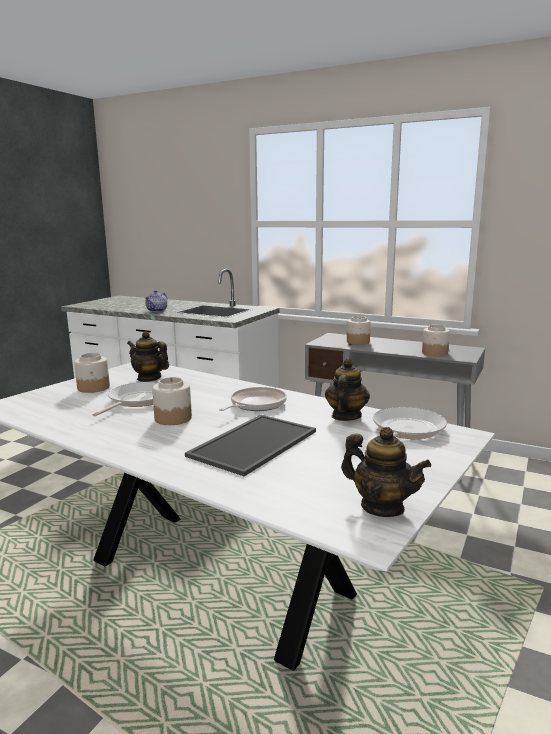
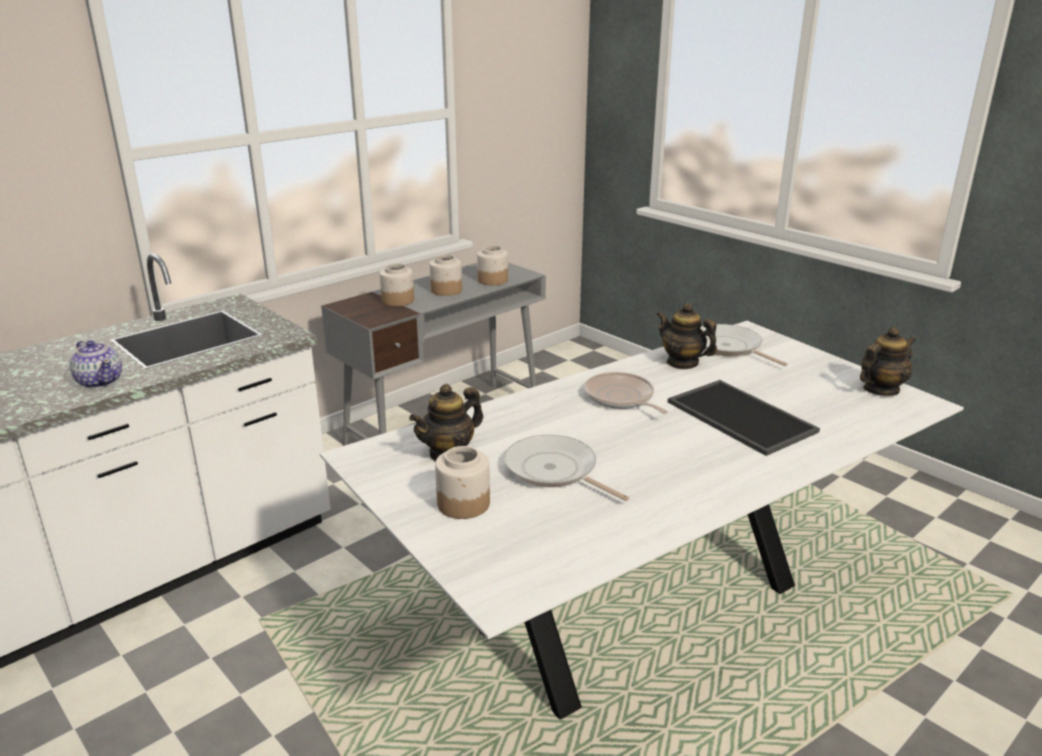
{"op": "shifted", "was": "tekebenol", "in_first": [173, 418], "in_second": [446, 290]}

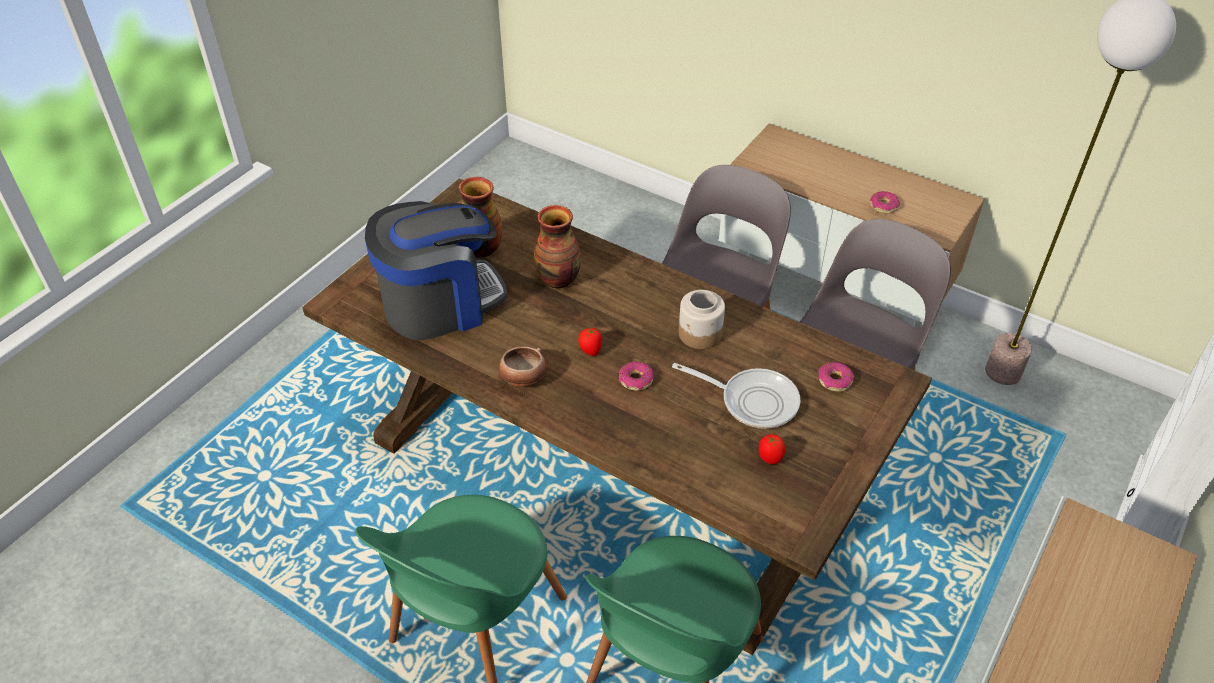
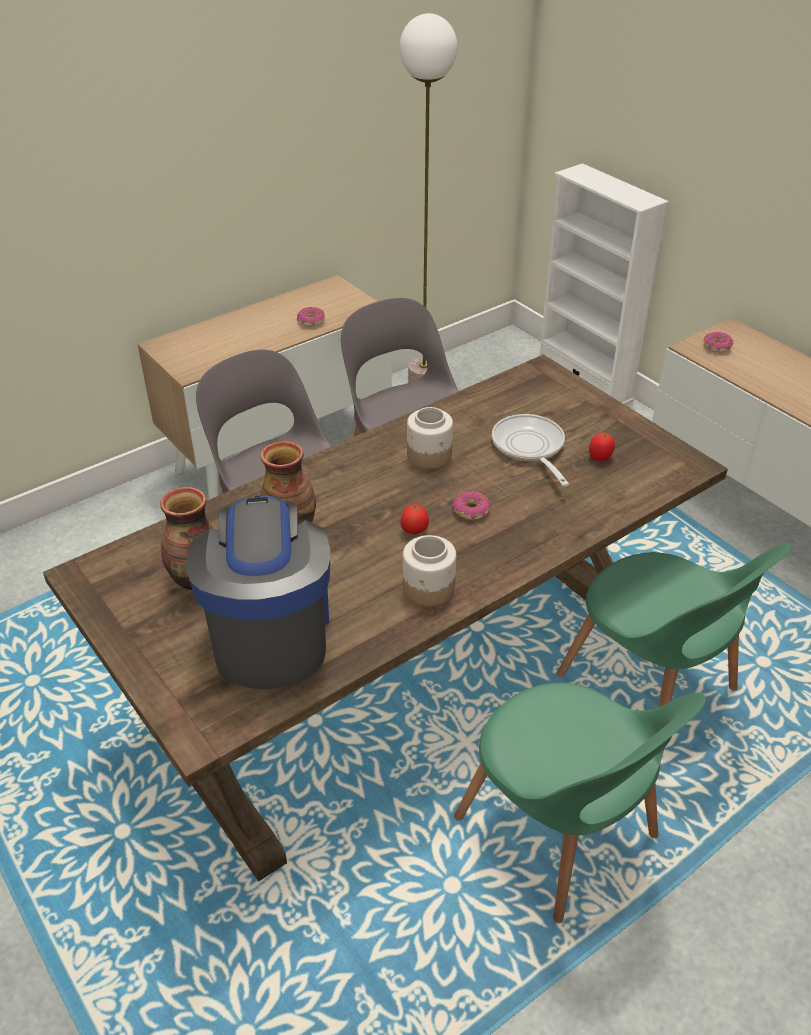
{"op": "swapped", "was": "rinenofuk", "now": "tekebenol", "in_first": [523, 378], "in_second": [429, 589]}
{"op": "rotated", "was": "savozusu", "in_first": [753, 401], "in_second": [529, 448], "clockwise": -60}
{"op": "shifted", "was": "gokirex", "in_first": [834, 381], "in_second": [717, 347]}

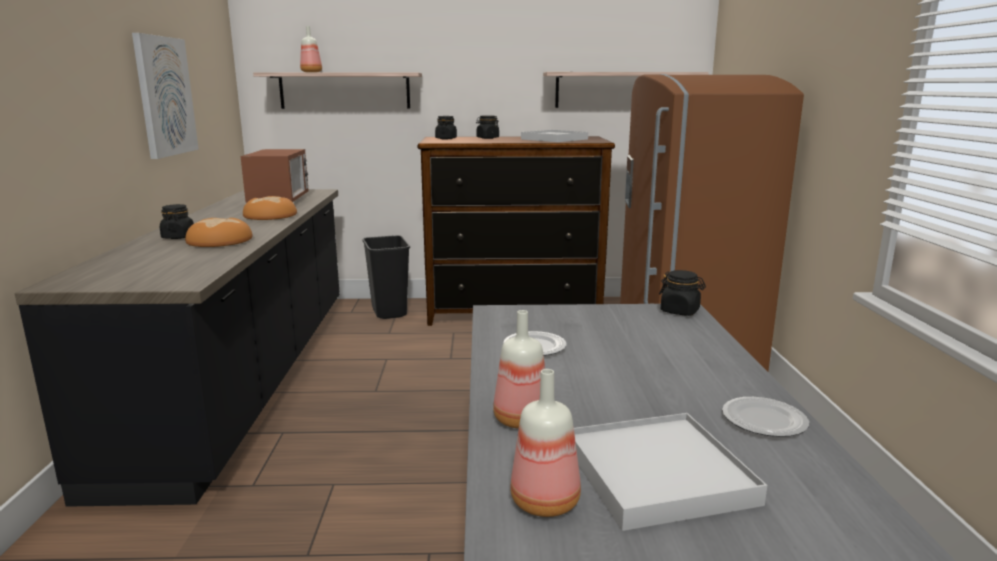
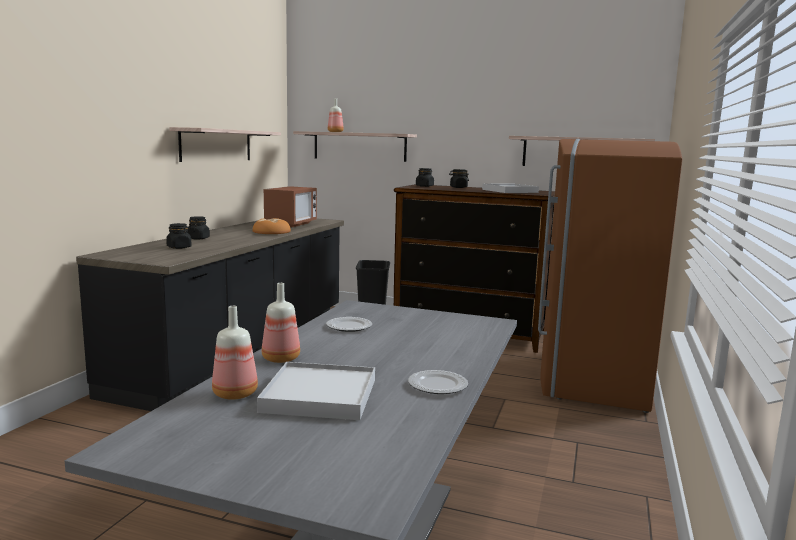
{"op": "swapped", "was": "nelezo", "now": "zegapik", "in_first": [164, 96], "in_second": [216, 145]}
{"op": "gone", "was": "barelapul", "in_first": [220, 240]}
{"op": "shifted", "was": "black tekebenol", "in_first": [680, 311], "in_second": [179, 247]}

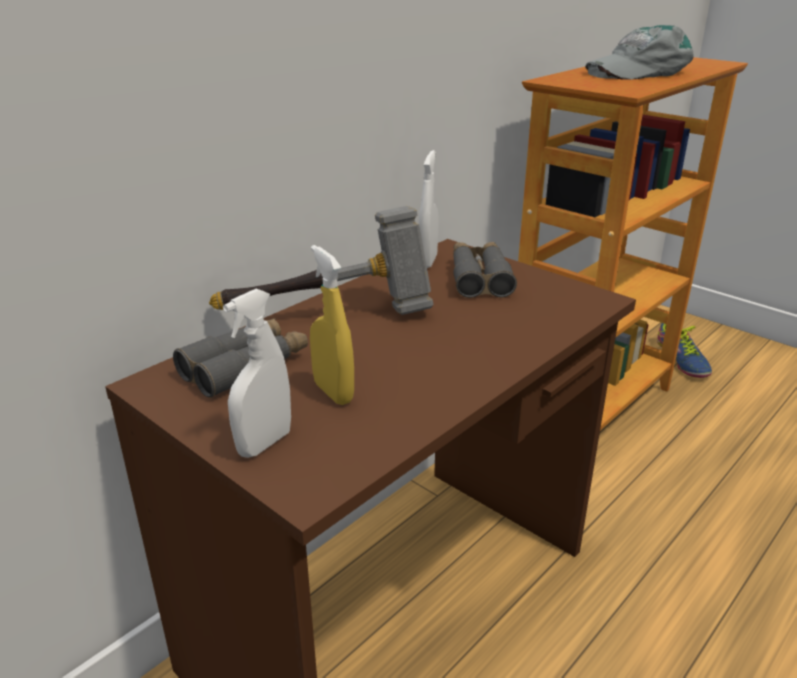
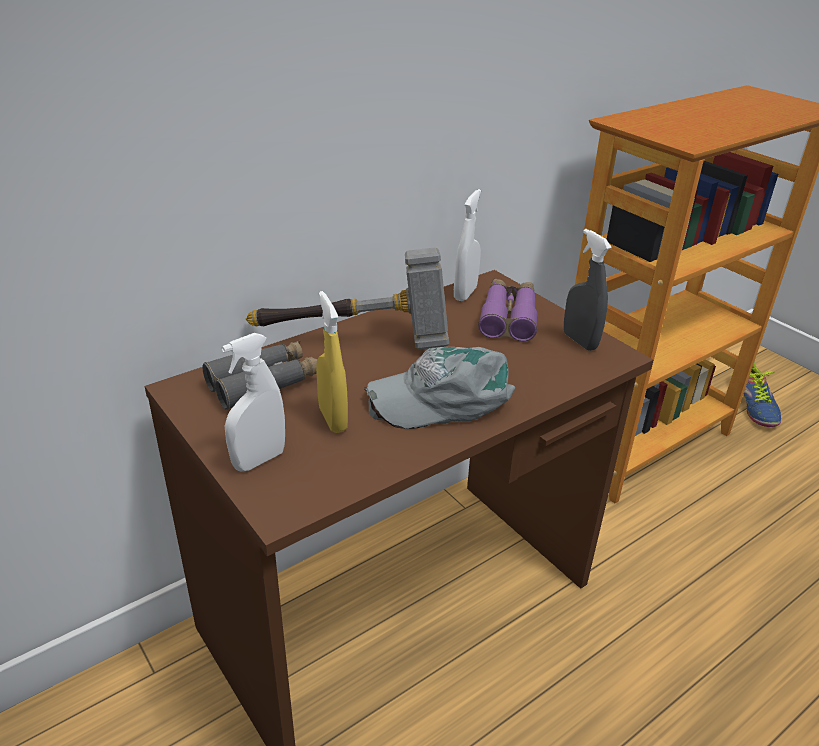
{"op": "repainted", "was": "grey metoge", "now": "purple metoge", "in_first": [479, 278], "in_second": [508, 317]}
{"op": "shifted", "was": "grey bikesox", "in_first": [638, 71], "in_second": [442, 396]}
{"op": "new", "now": "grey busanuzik", "in_second": [579, 341]}

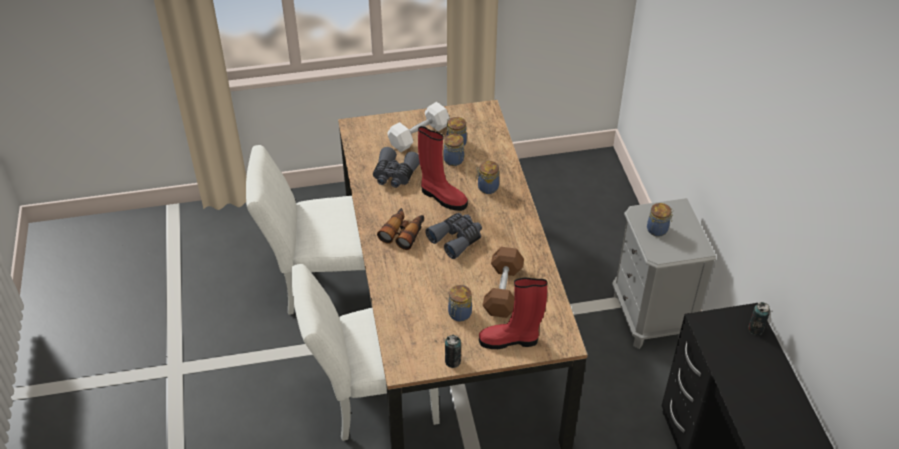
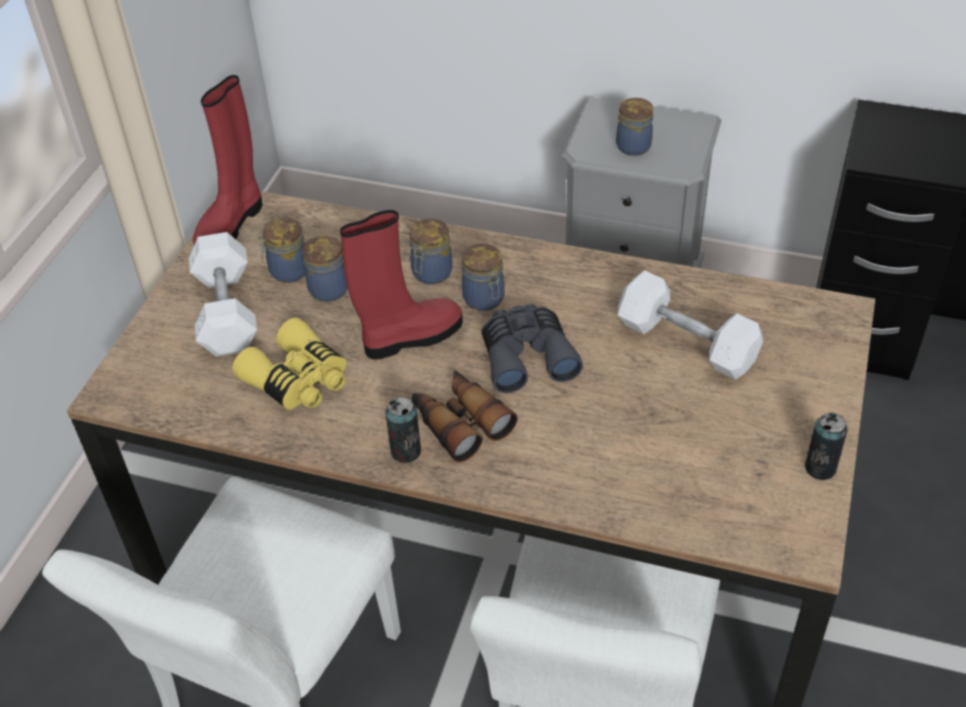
{"op": "repainted", "was": "grey metoge", "now": "yellow metoge", "in_first": [395, 174], "in_second": [298, 380]}
{"op": "shifted", "was": "tekebenol", "in_first": [459, 314], "in_second": [484, 300]}
{"op": "shifted", "was": "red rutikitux", "in_first": [510, 340], "in_second": [232, 224]}
{"op": "repainted", "was": "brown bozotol", "now": "white bozotol", "in_first": [503, 290], "in_second": [686, 343]}
{"op": "shifted", "was": "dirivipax", "in_first": [755, 329], "in_second": [405, 451]}

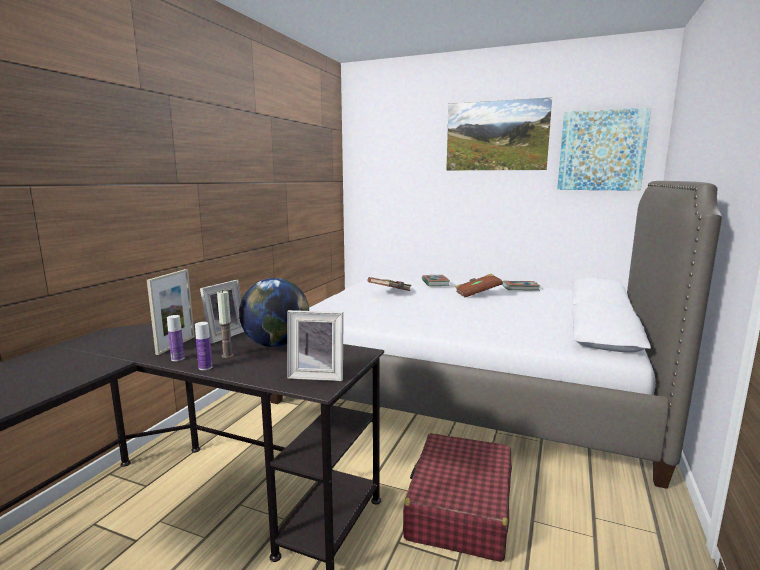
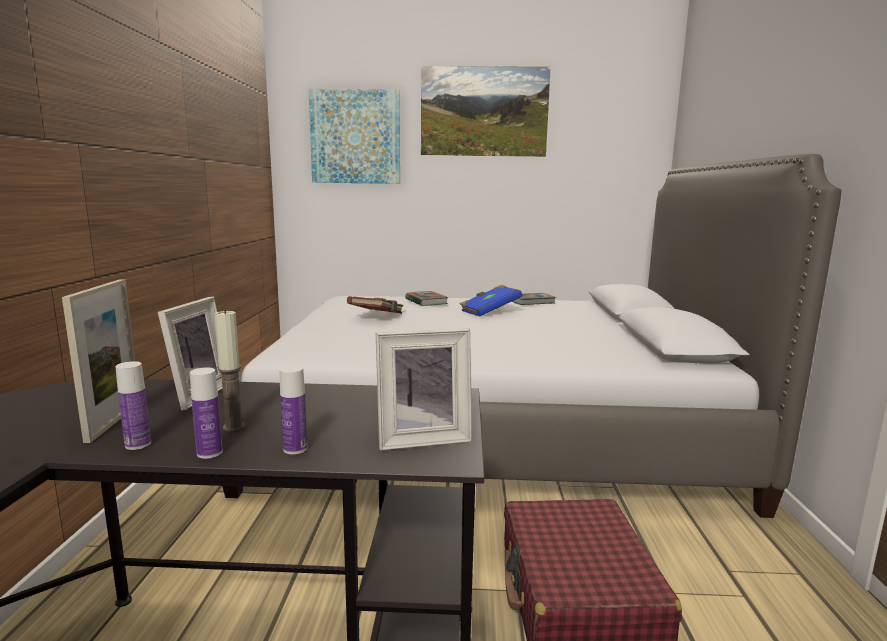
{"op": "gone", "was": "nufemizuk", "in_first": [276, 345]}
{"op": "repainted", "was": "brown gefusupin", "now": "blue gefusupin", "in_first": [477, 294], "in_second": [489, 311]}
{"op": "shifted", "was": "nelezo", "in_first": [601, 151], "in_second": [355, 137]}
{"op": "new", "now": "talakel", "in_second": [295, 449]}

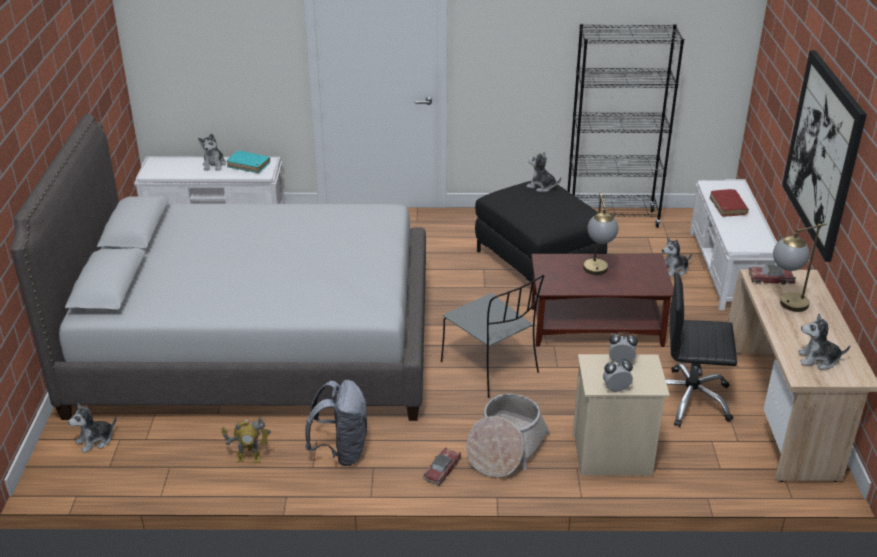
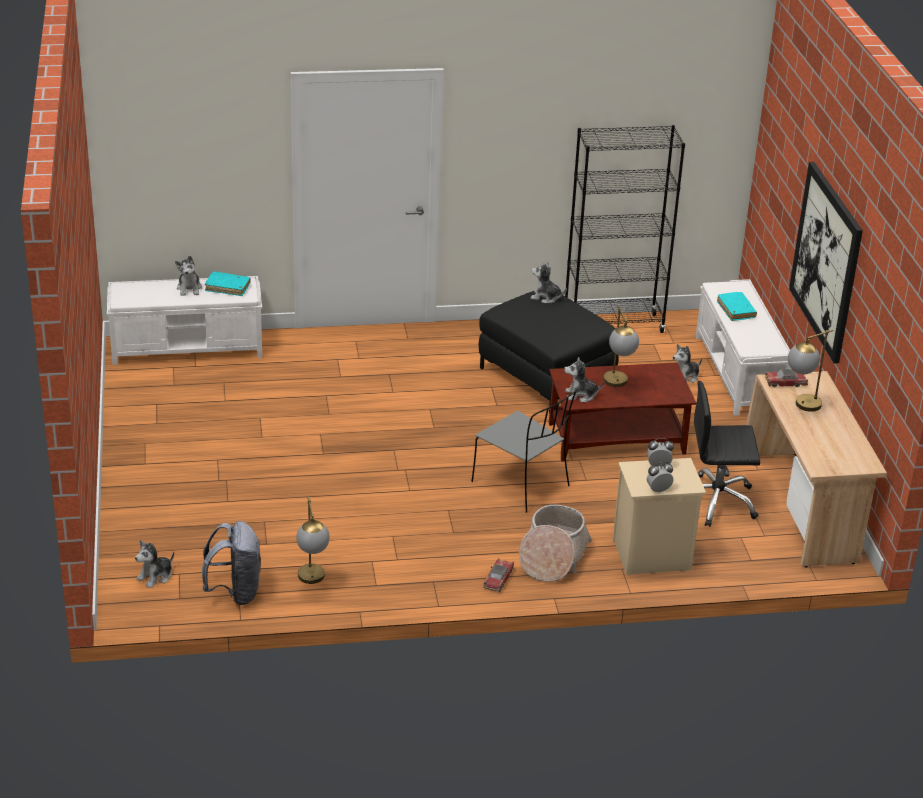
{"op": "gone", "was": "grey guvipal", "in_first": [255, 344]}
{"op": "swapped", "was": "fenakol", "now": "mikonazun", "in_first": [249, 458], "in_second": [312, 582]}
{"op": "shifted", "was": "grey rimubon", "in_first": [341, 452], "in_second": [235, 592]}
{"op": "repainted", "was": "red gefusupin", "now": "turquoise gefusupin", "in_first": [728, 207], "in_second": [736, 310]}
{"op": "shifted", "was": "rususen", "in_first": [818, 360], "in_second": [581, 395]}

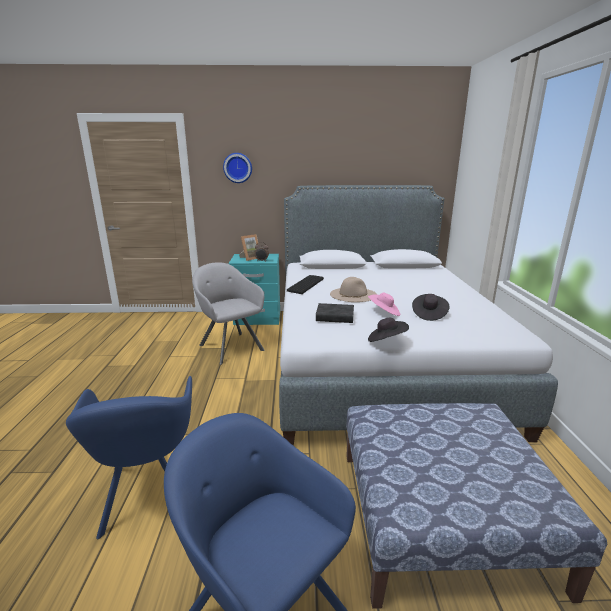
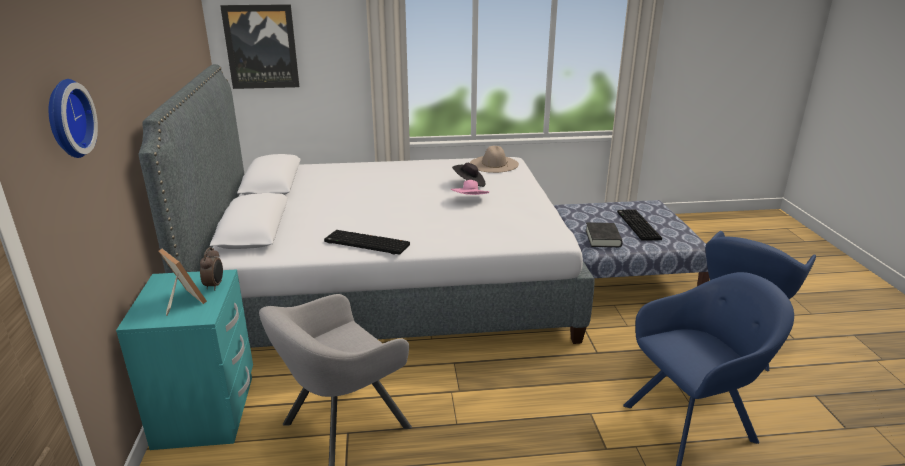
{"op": "shifted", "was": "black gefusupin", "in_first": [335, 317], "in_second": [603, 238]}
{"op": "shifted", "was": "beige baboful", "in_first": [353, 294], "in_second": [494, 164]}
{"op": "gone", "was": "black baboful", "in_first": [386, 341]}
{"op": "new", "now": "nelezo", "in_second": [261, 47]}
{"op": "new", "now": "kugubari", "in_second": [637, 225]}

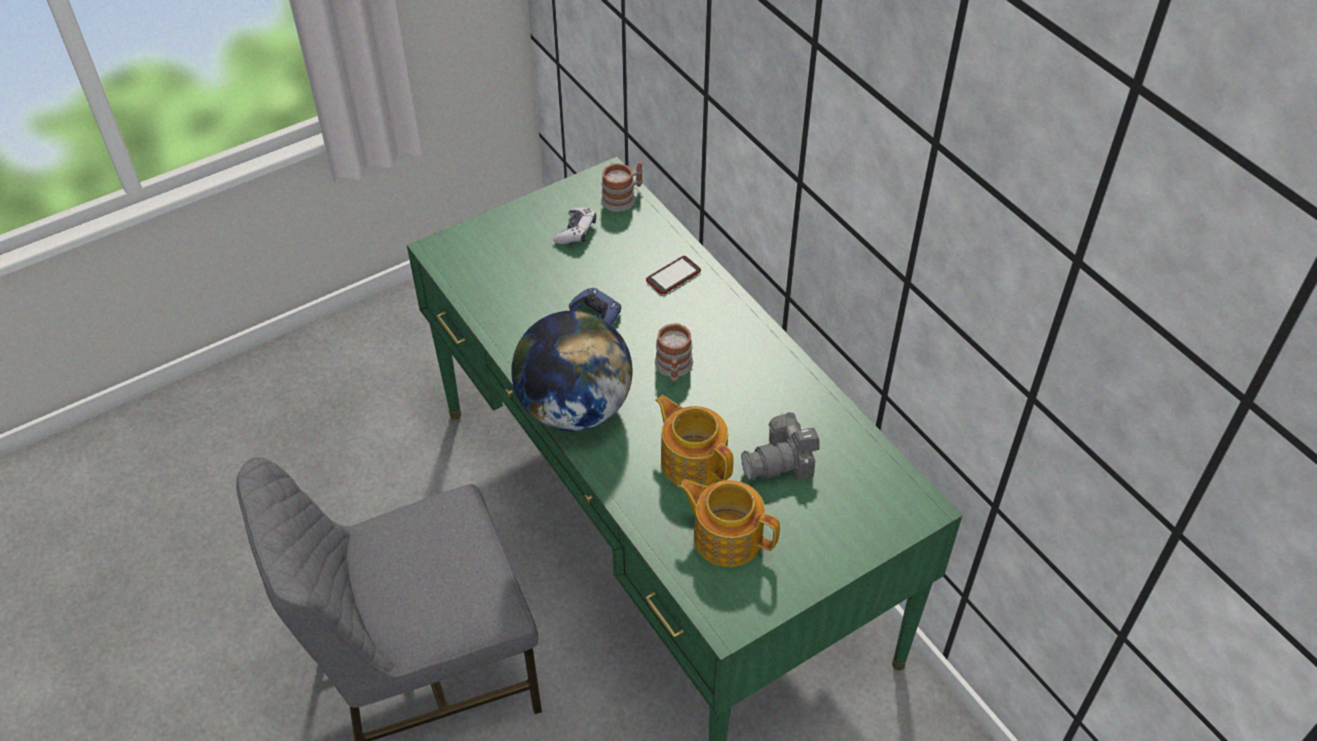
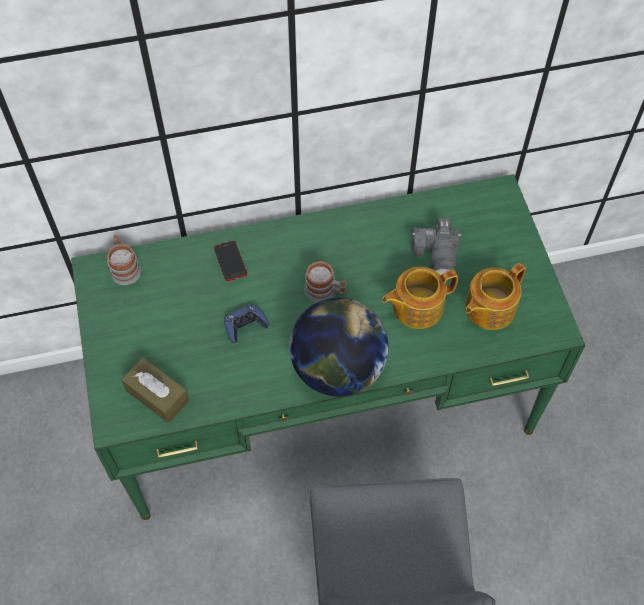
{"op": "gone", "was": "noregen", "in_first": [576, 231]}
{"op": "new", "now": "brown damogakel", "in_second": [157, 395]}

